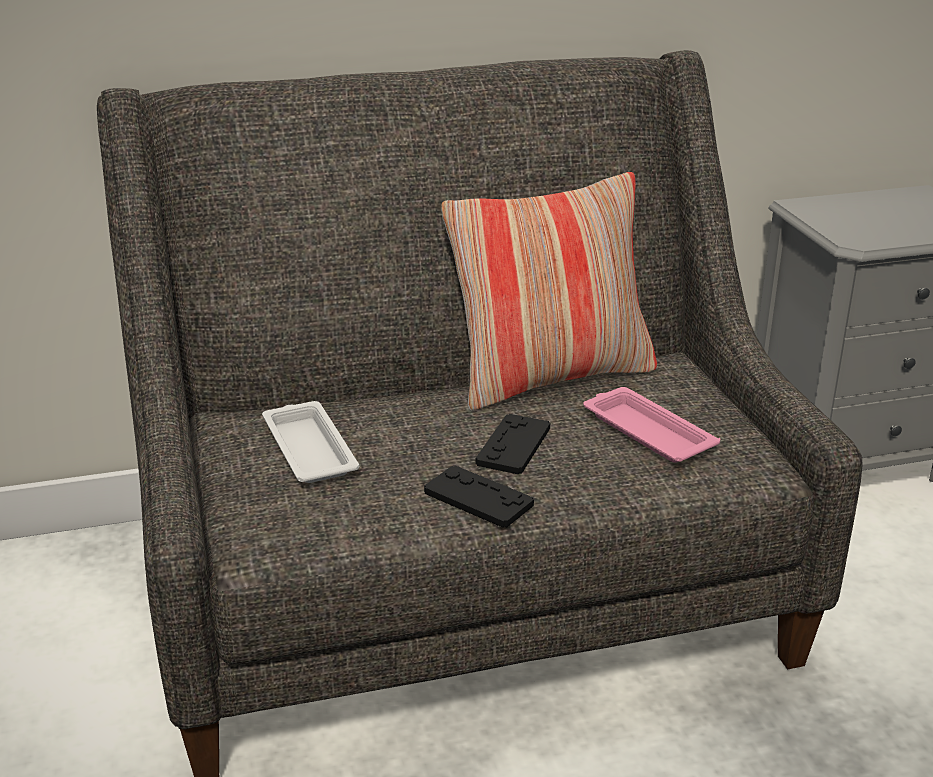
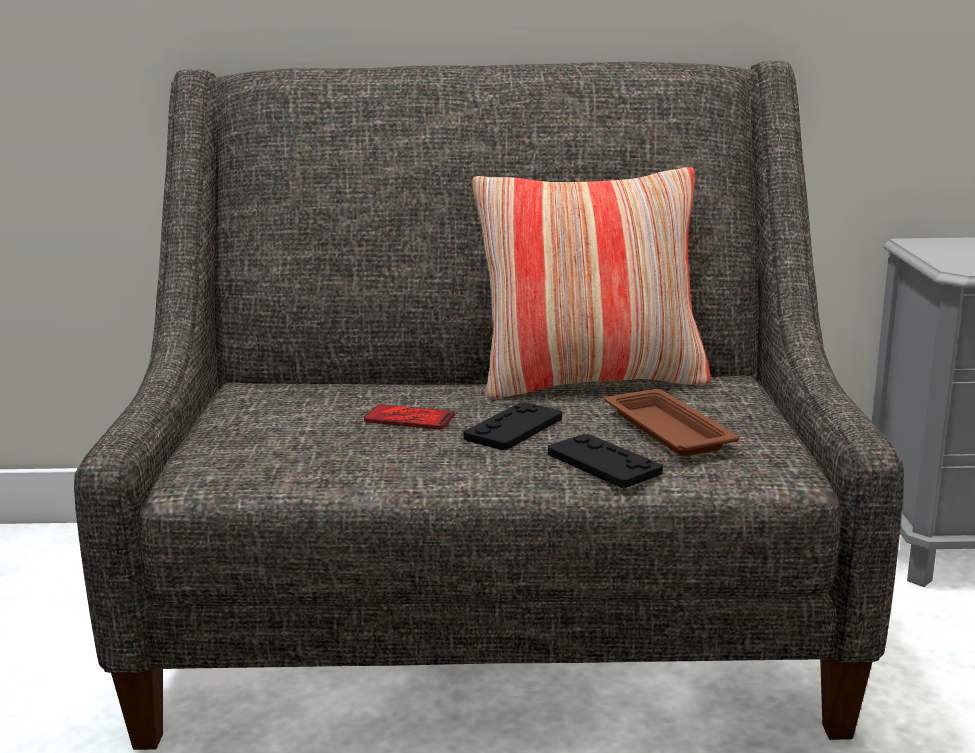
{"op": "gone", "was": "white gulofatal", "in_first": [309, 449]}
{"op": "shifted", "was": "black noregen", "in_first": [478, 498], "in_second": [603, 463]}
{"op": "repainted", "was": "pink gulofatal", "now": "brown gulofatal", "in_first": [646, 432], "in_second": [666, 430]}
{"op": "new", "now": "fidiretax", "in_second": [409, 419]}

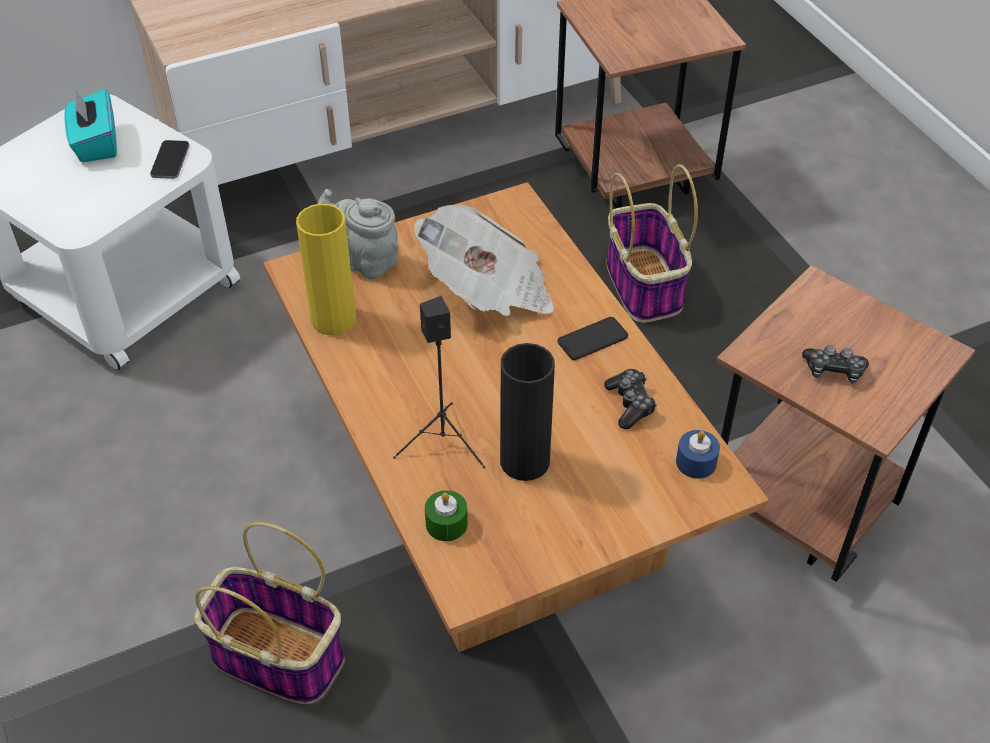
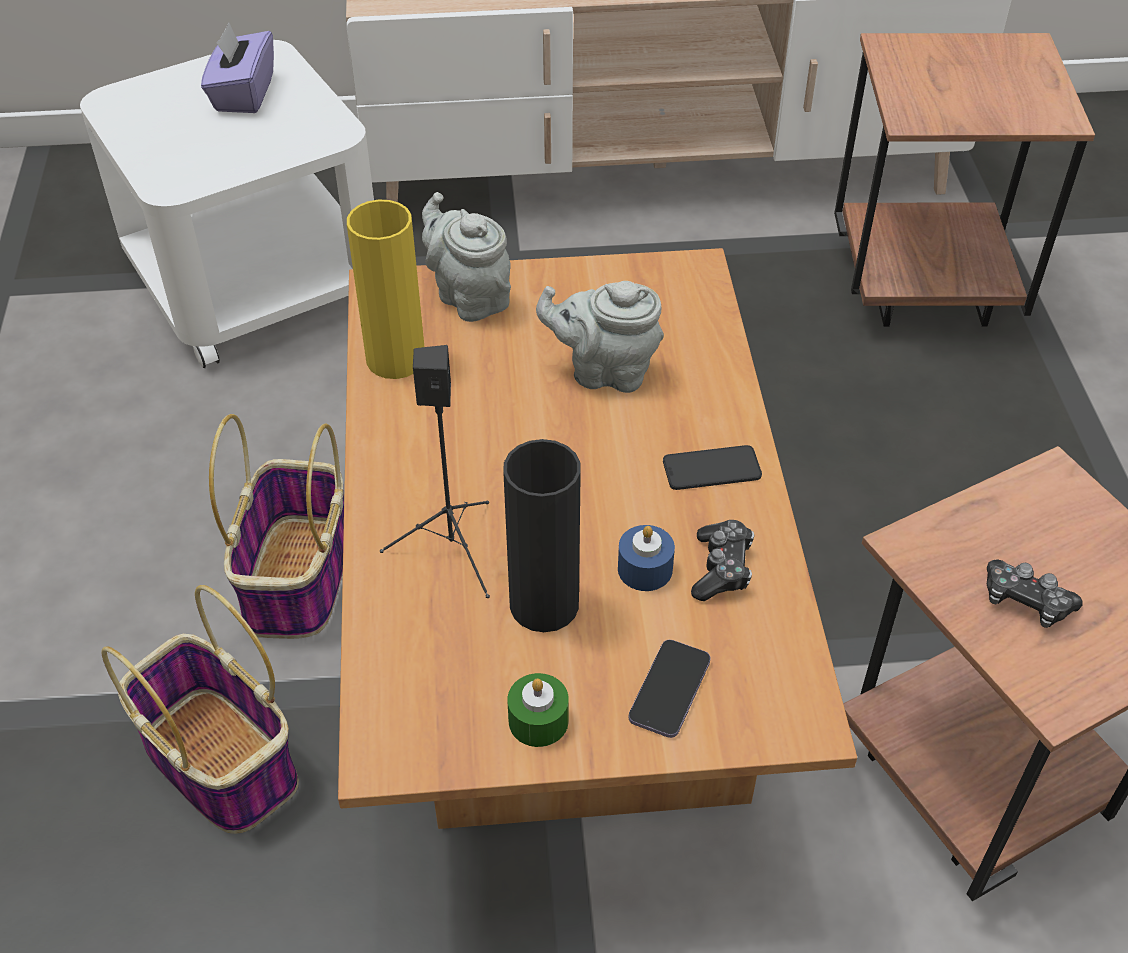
{"op": "repainted", "was": "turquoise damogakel", "now": "purple damogakel", "in_first": [96, 144], "in_second": [243, 94]}
{"op": "shifted", "was": "fidiretax", "in_first": [170, 161], "in_second": [669, 690]}
{"op": "swapped", "was": "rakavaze", "now": "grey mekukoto", "in_first": [488, 290], "in_second": [605, 371]}
{"op": "shifted", "was": "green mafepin", "in_first": [446, 523], "in_second": [538, 720]}
{"op": "shifted", "was": "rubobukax", "in_first": [644, 286], "in_second": [298, 580]}
{"op": "shifted", "was": "blue mafepin", "in_first": [696, 462], "in_second": [645, 569]}

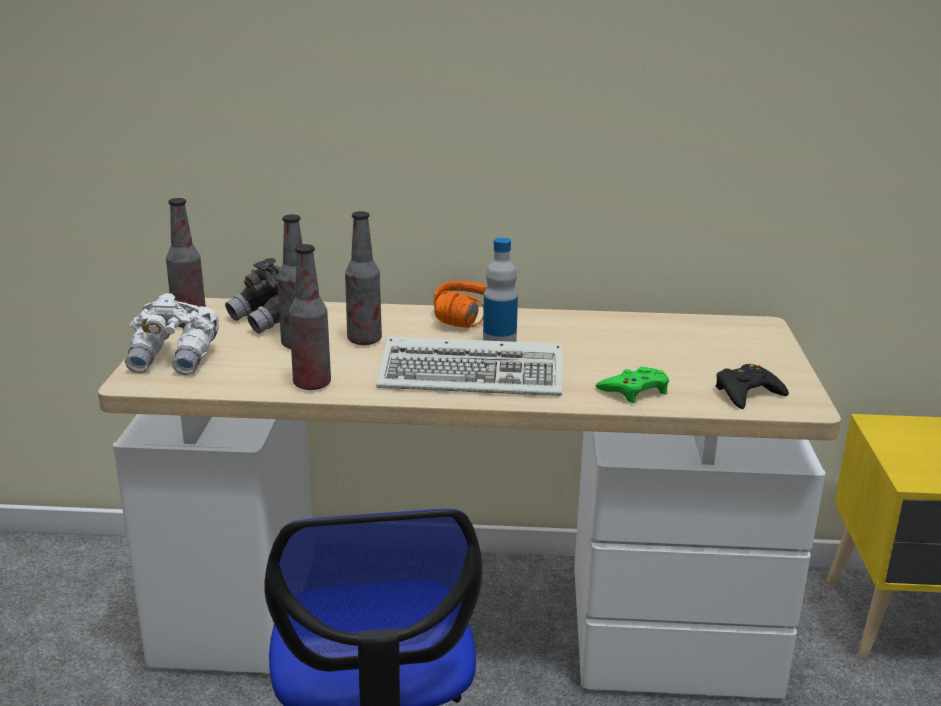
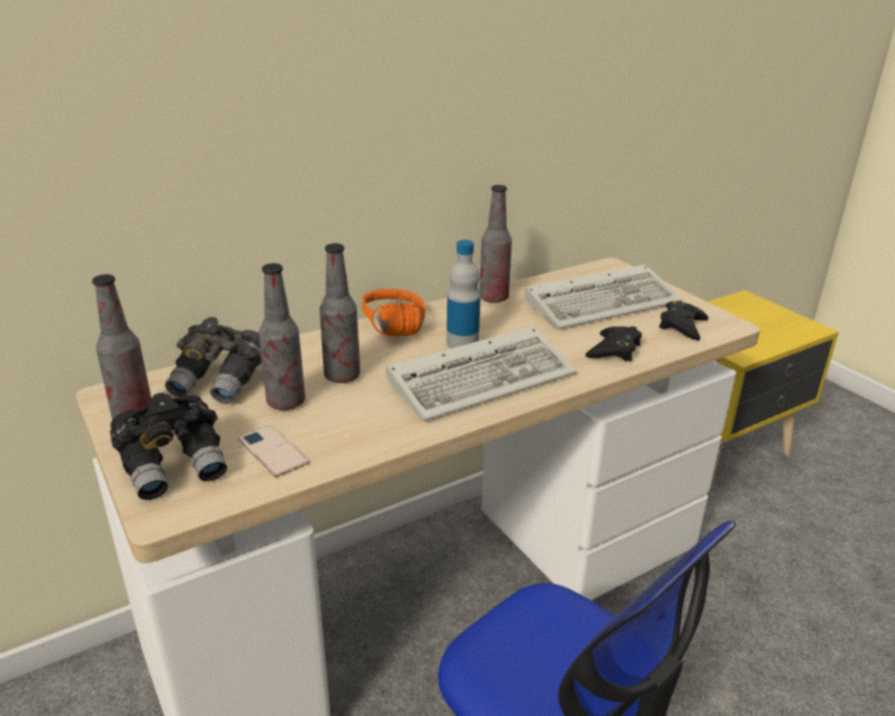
{"op": "repainted", "was": "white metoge", "now": "black metoge", "in_first": [175, 359], "in_second": [175, 466]}
{"op": "shifted", "was": "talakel", "in_first": [312, 384], "in_second": [493, 298]}
{"op": "repainted", "was": "green noregen", "now": "black noregen", "in_first": [635, 391], "in_second": [614, 350]}
{"op": "new", "now": "fidiretax", "in_second": [272, 451]}
{"op": "new", "now": "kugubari", "in_second": [604, 302]}

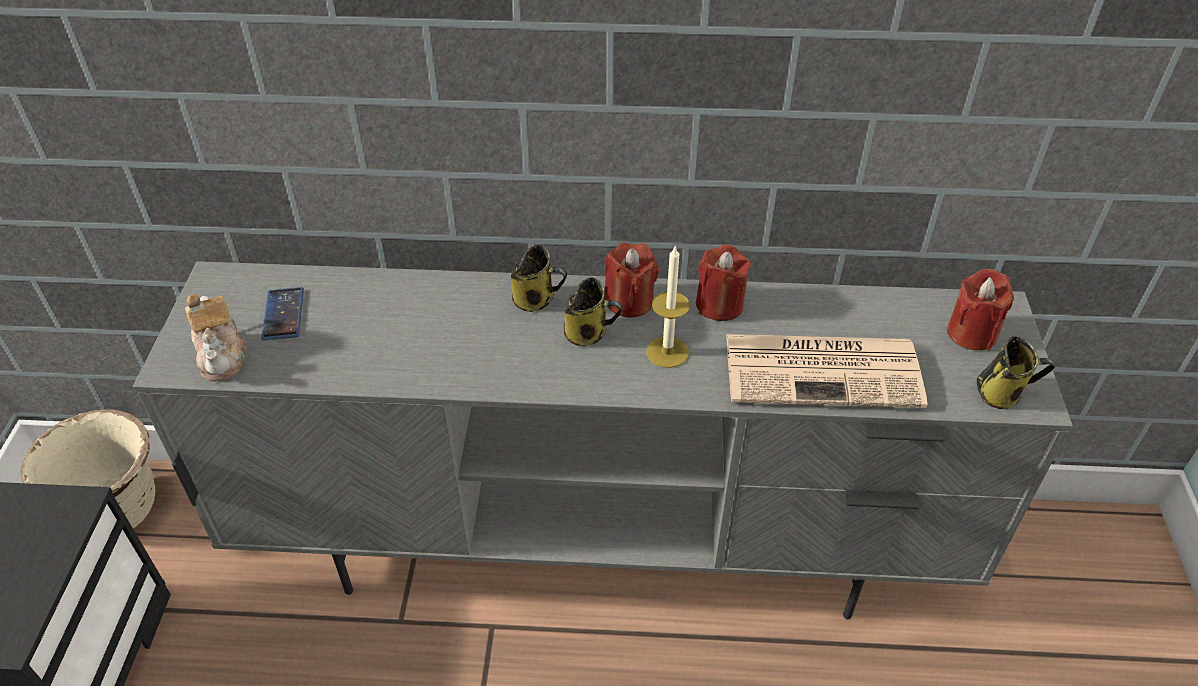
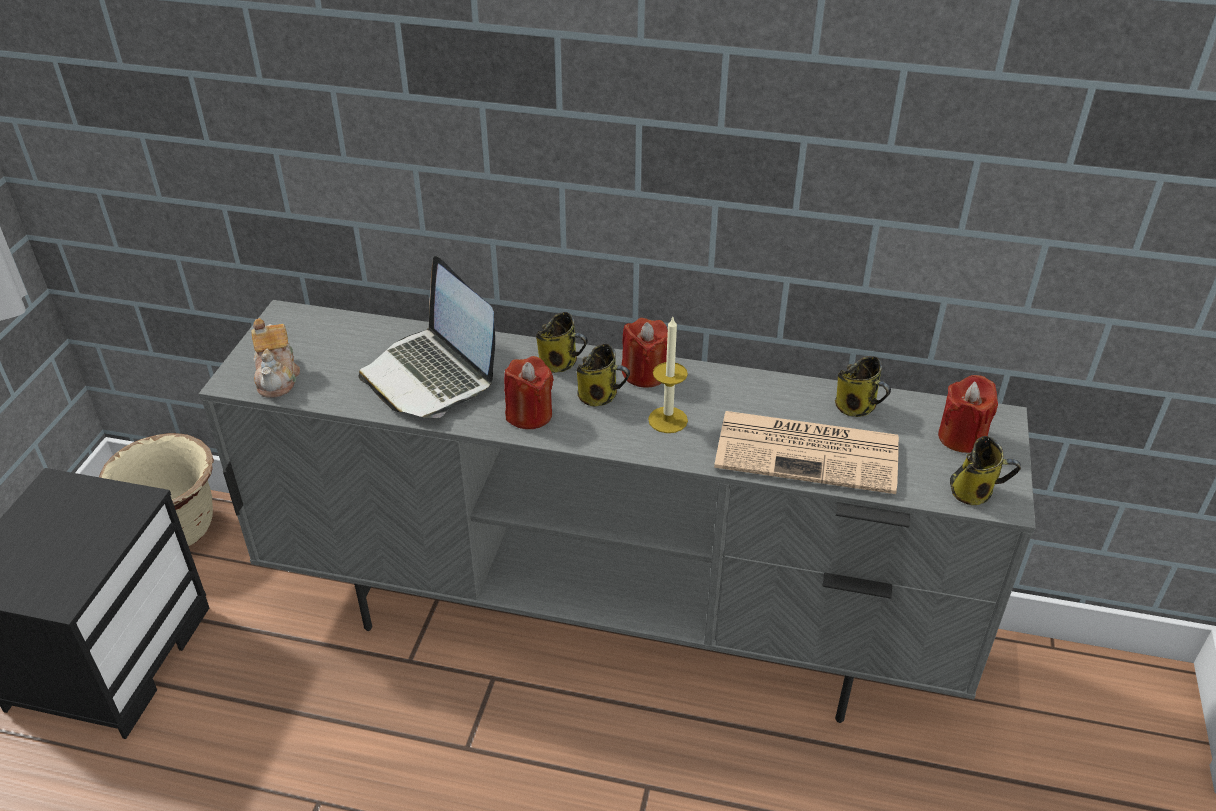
{"op": "gone", "was": "fidiretax", "in_first": [283, 314]}
{"op": "shifted", "was": "red mafepin", "in_first": [719, 305], "in_second": [529, 414]}
{"op": "new", "now": "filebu", "in_second": [431, 375]}
{"op": "new", "now": "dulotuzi", "in_second": [857, 407]}

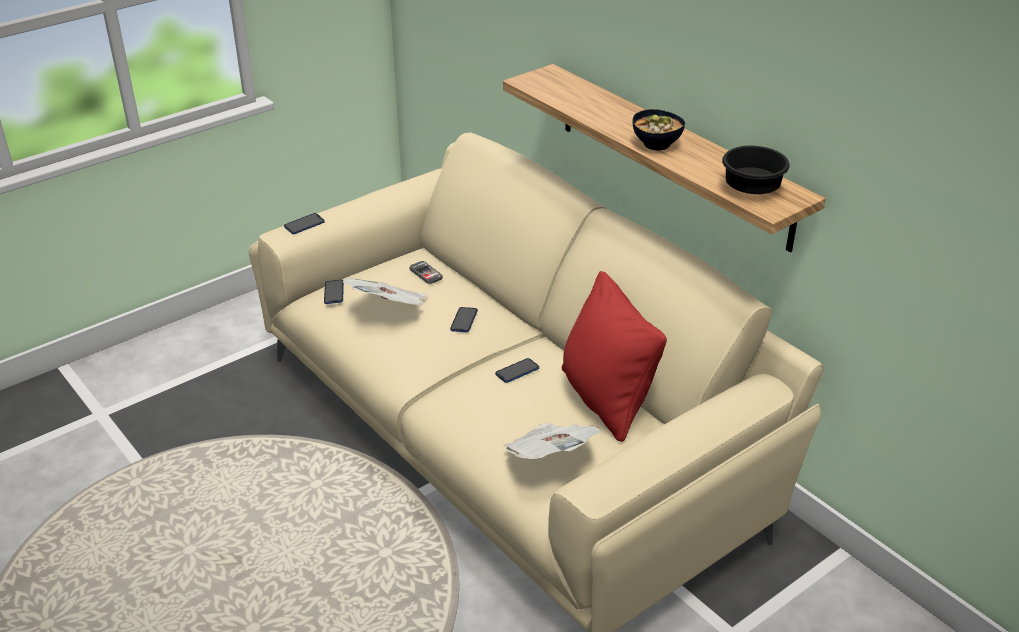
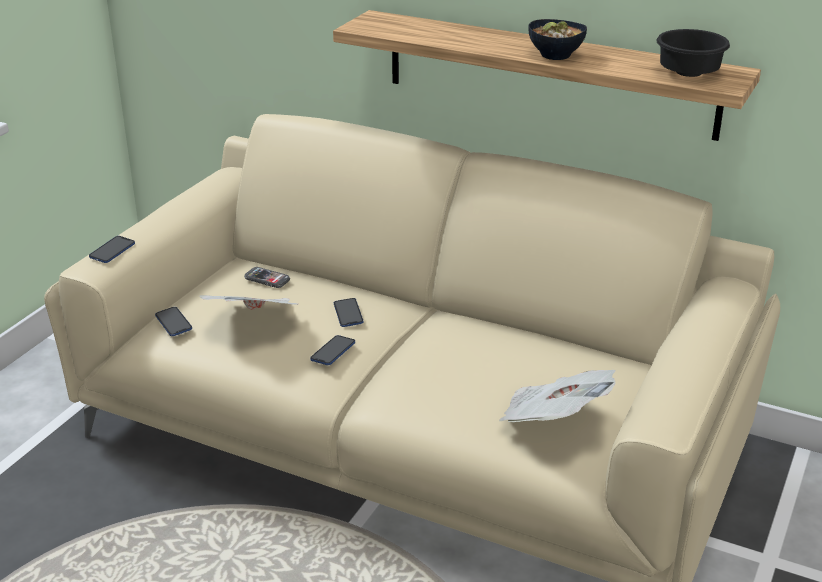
{"op": "shifted", "was": "fidiretax", "in_first": [517, 371], "in_second": [333, 351]}
{"op": "gone", "was": "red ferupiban", "in_first": [606, 400]}

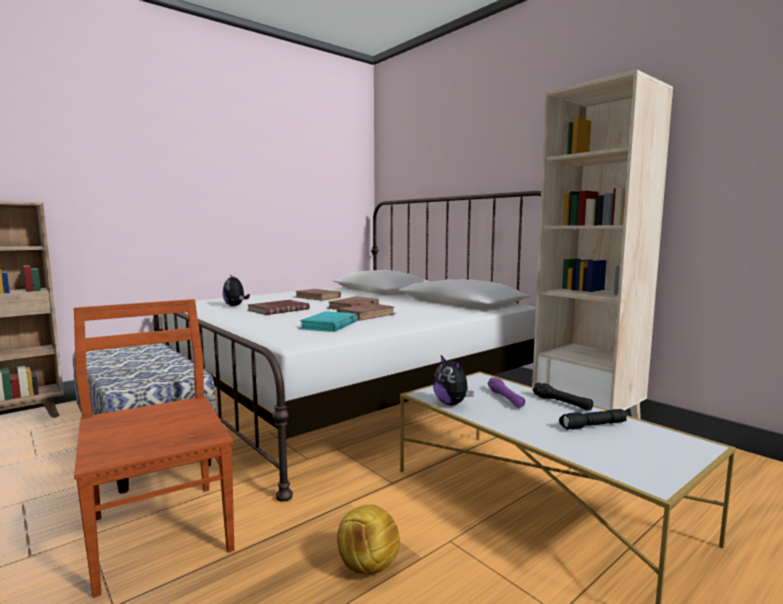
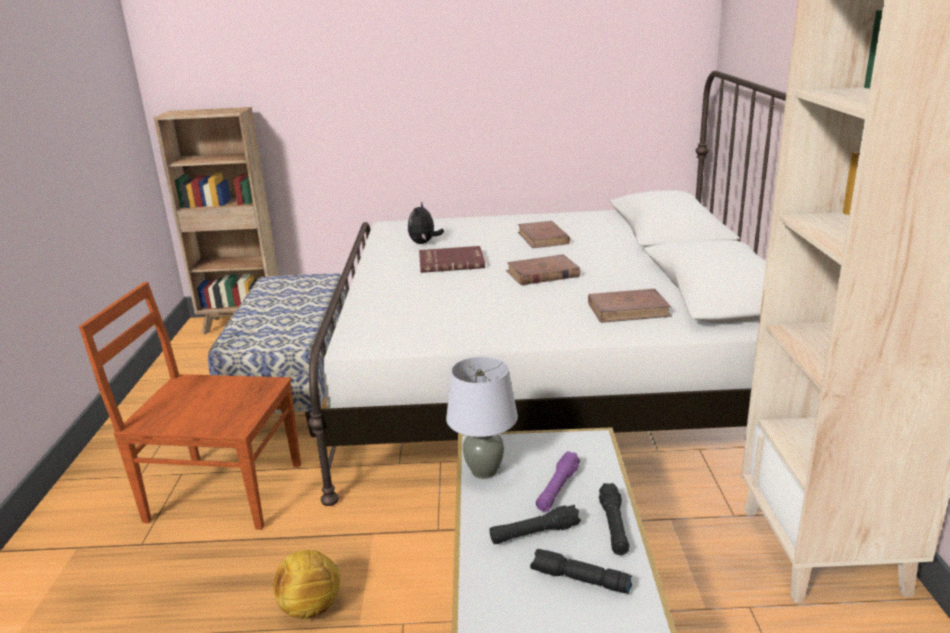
{"op": "rotated", "was": "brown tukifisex", "in_first": [160, 530], "in_second": [221, 491], "clockwise": -90}
{"op": "gone", "was": "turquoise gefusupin", "in_first": [329, 325]}
{"op": "shifted", "was": "brown gefusupin", "in_first": [366, 315], "in_second": [628, 310]}
{"op": "swapped", "was": "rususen", "now": "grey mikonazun", "in_first": [451, 403], "in_second": [484, 471]}
{"op": "new", "now": "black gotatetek", "in_second": [534, 533]}

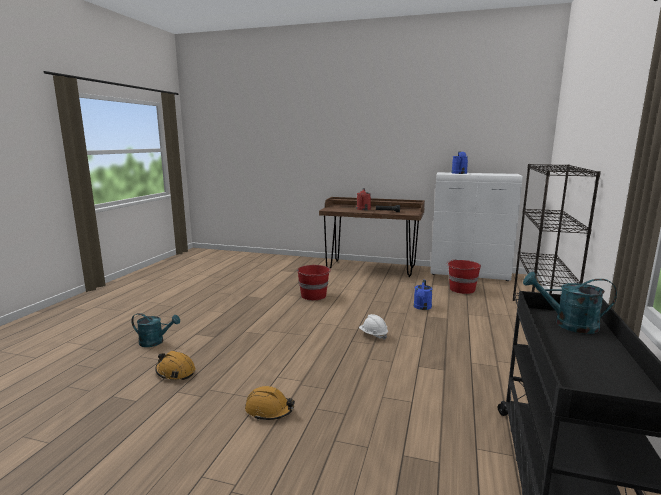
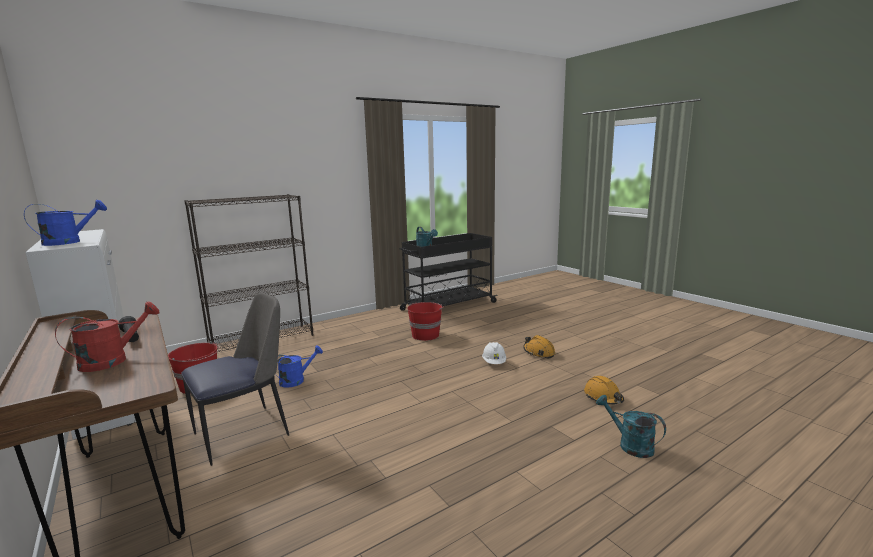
{"op": "shifted", "was": "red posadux", "in_first": [314, 296], "in_second": [425, 335]}
{"op": "shifted", "was": "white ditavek", "in_first": [373, 335], "in_second": [494, 362]}
{"op": "new", "now": "tukifisex", "in_second": [245, 433]}

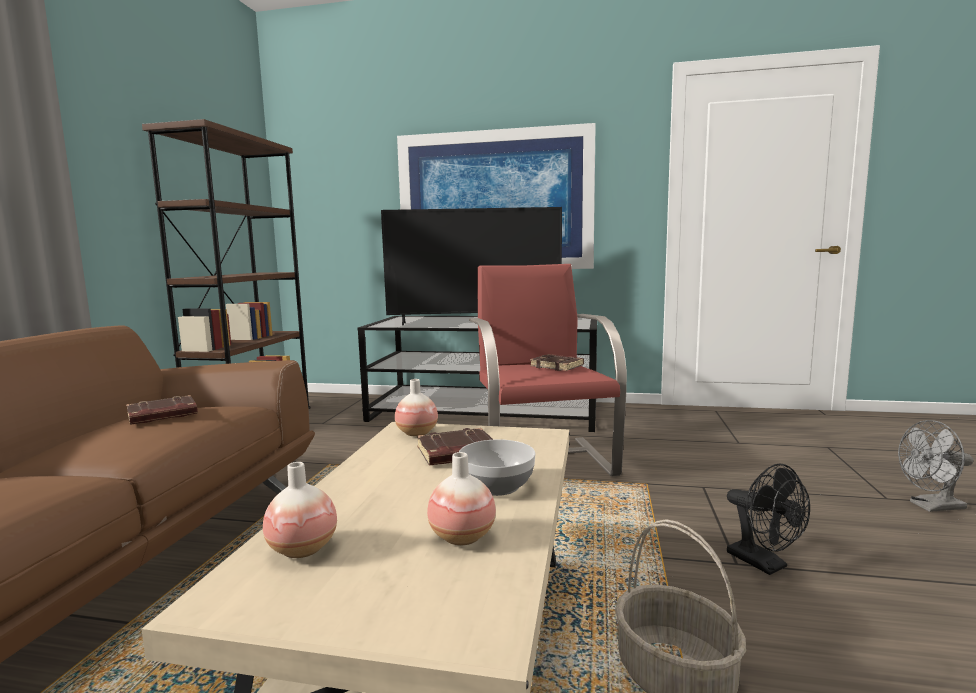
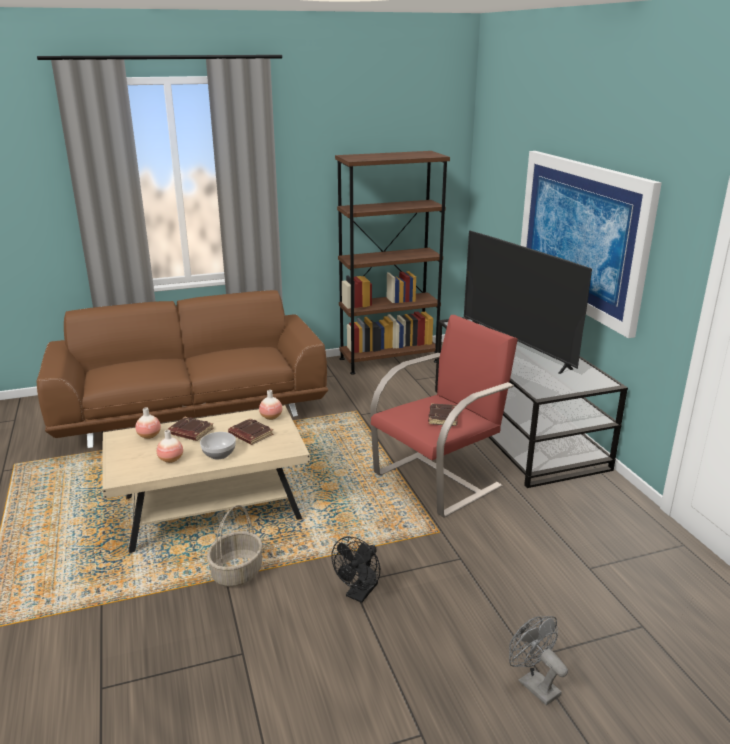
{"op": "shifted", "was": "brown gefusupin", "in_first": [162, 416], "in_second": [190, 432]}

